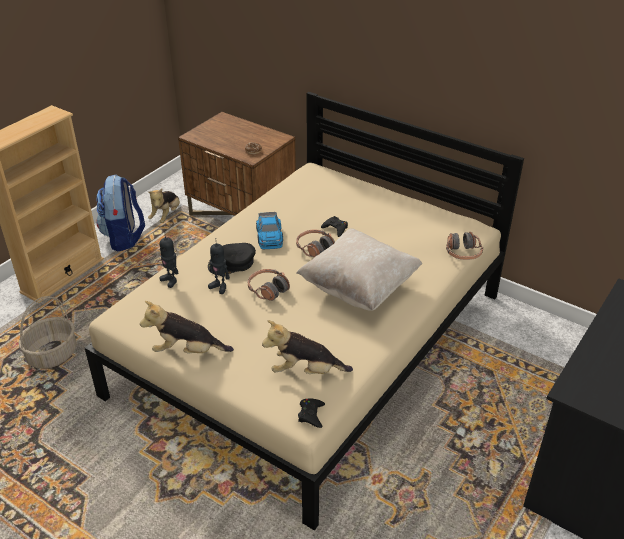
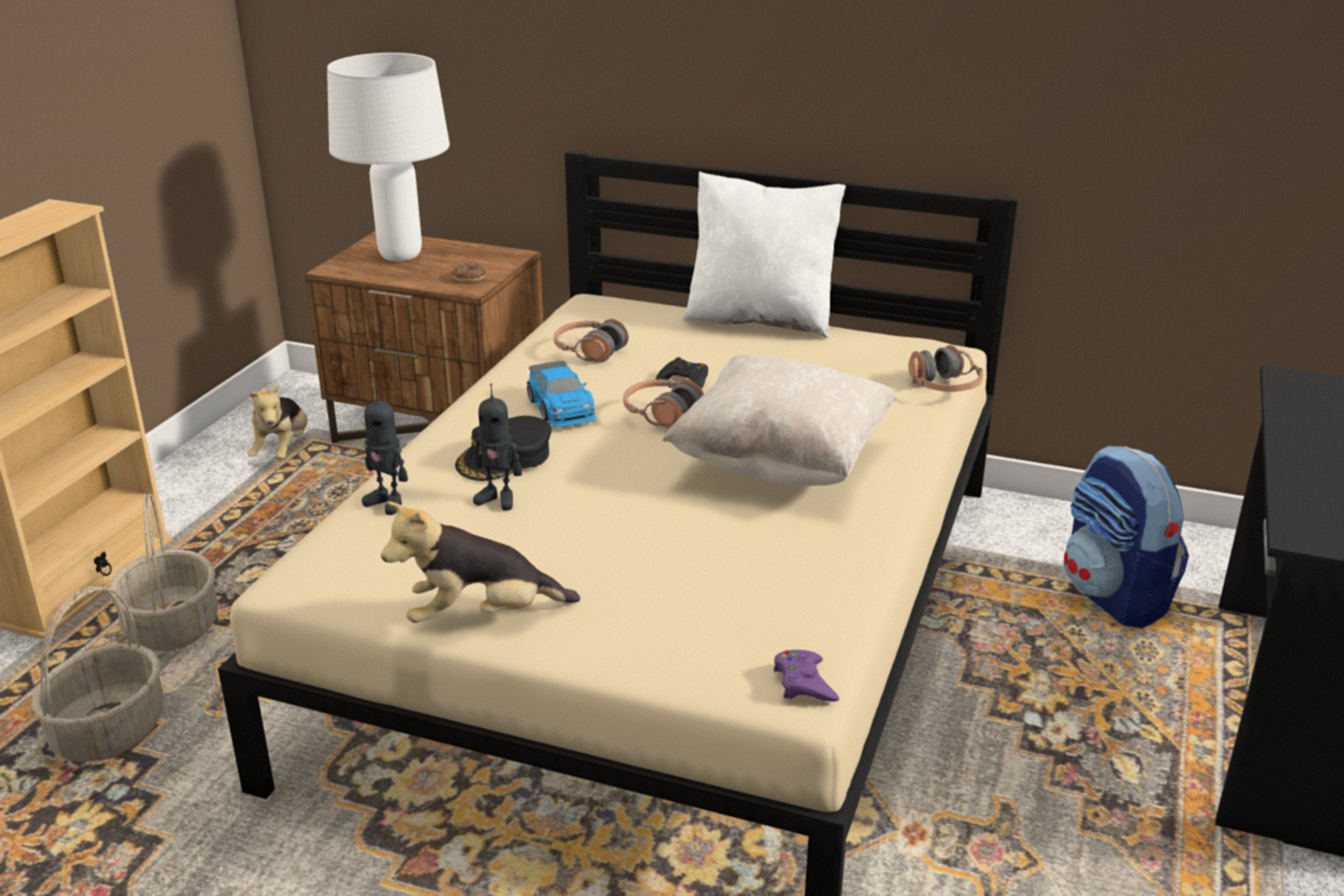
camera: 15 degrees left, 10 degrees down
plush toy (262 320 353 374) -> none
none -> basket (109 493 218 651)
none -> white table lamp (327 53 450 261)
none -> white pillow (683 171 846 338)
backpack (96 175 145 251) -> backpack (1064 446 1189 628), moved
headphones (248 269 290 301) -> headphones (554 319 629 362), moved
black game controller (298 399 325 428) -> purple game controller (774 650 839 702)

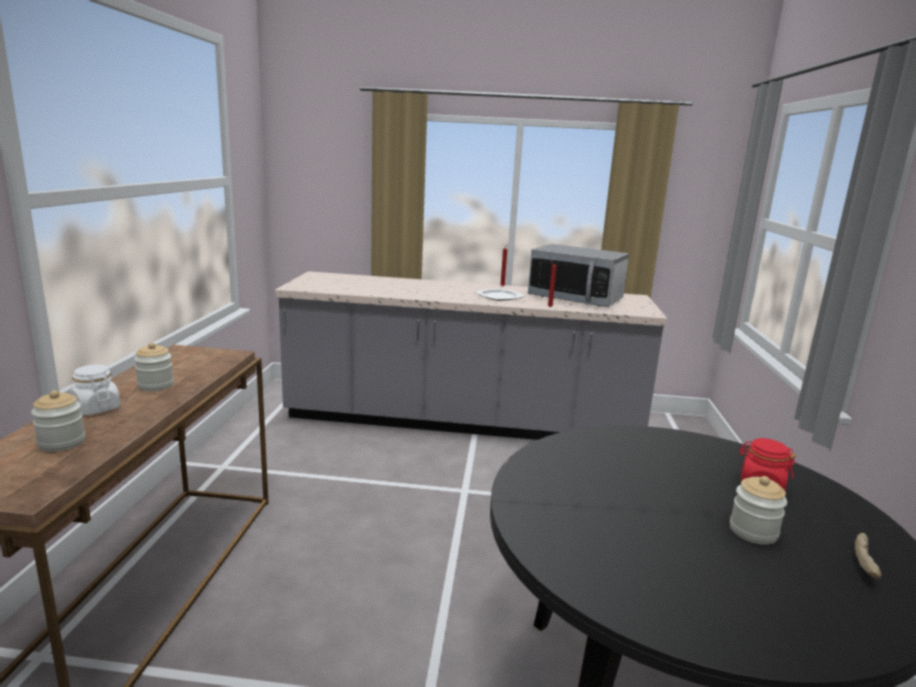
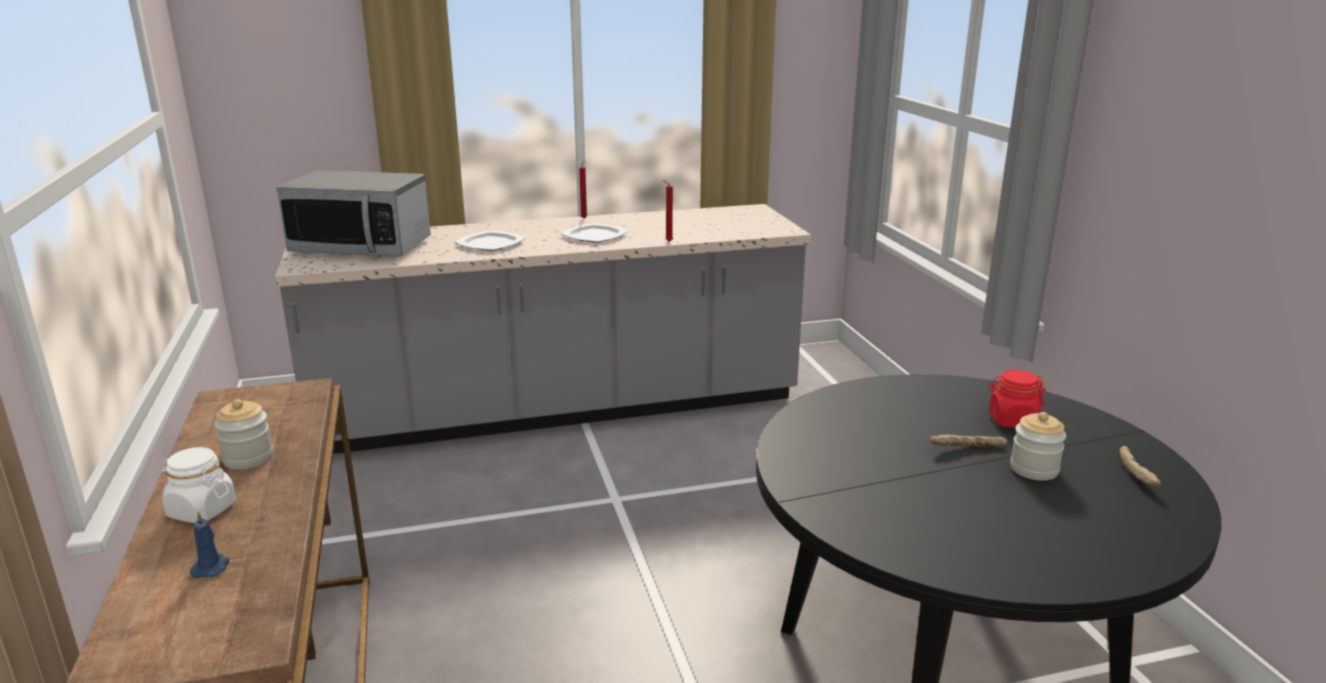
camera: 20 degrees left, 5 degrees up
none -> plate (455 231 525 251)
none -> bread (930 435 1008 447)
microwave (528 244 629 307) -> microwave (276 170 431 257), moved
jar (31 390 85 452) -> blue candle (190 511 229 578)

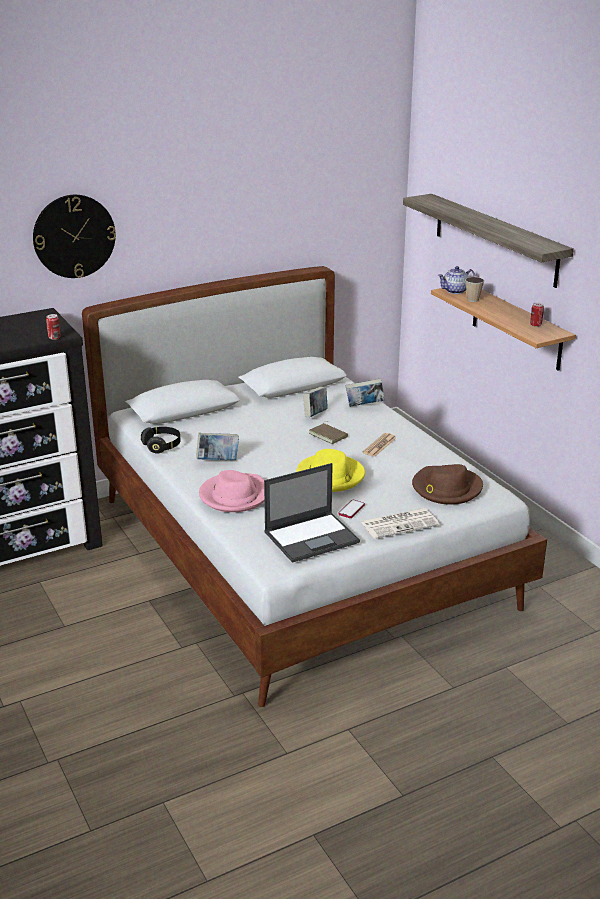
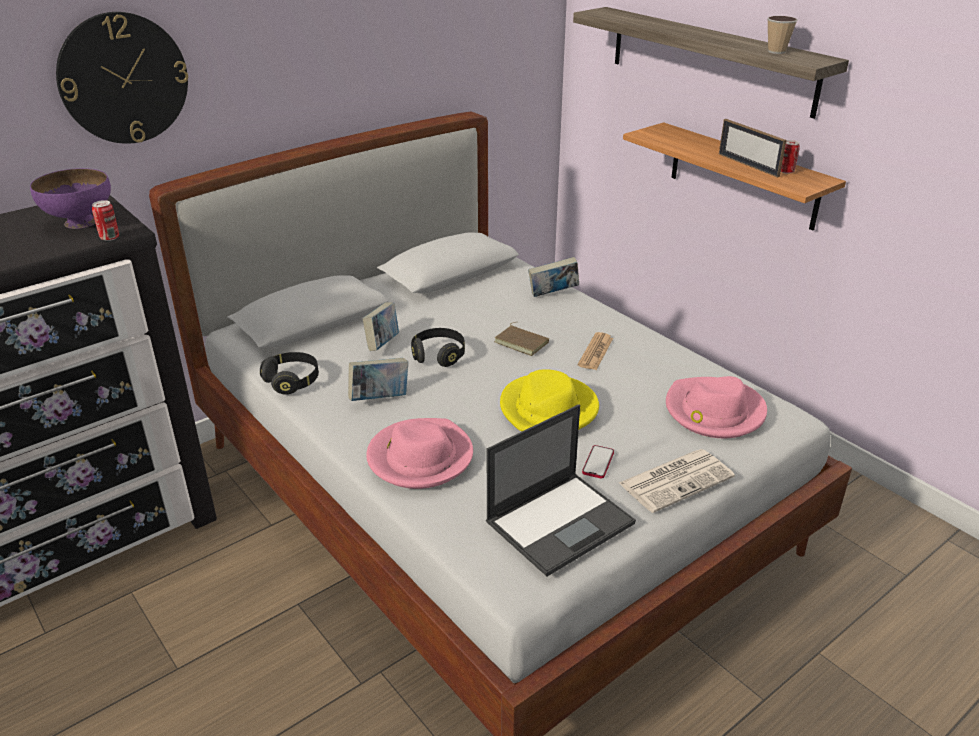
camera: 10 degrees left, 5 degrees up
teapot (438 266 475 294) -> none
none -> purple bowl (30 168 111 229)
none -> black headphones (411 328 465 367)
none -> picture frame (719 119 787 178)
book (303 387 328 417) -> book (363 302 399 351), moved
cup (465 277 484 302) -> cup (767 16 797 54), moved
brown hat (412 464 483 505) -> pink hat (666 376 767 438)

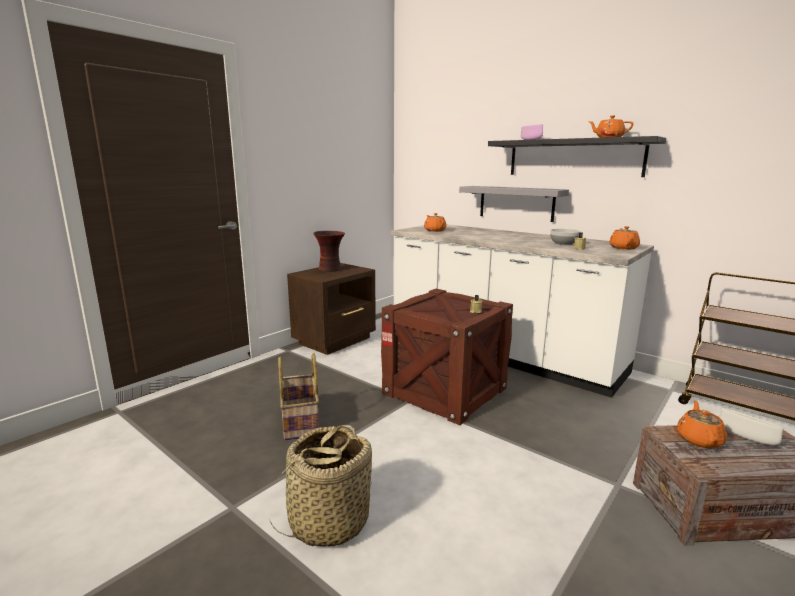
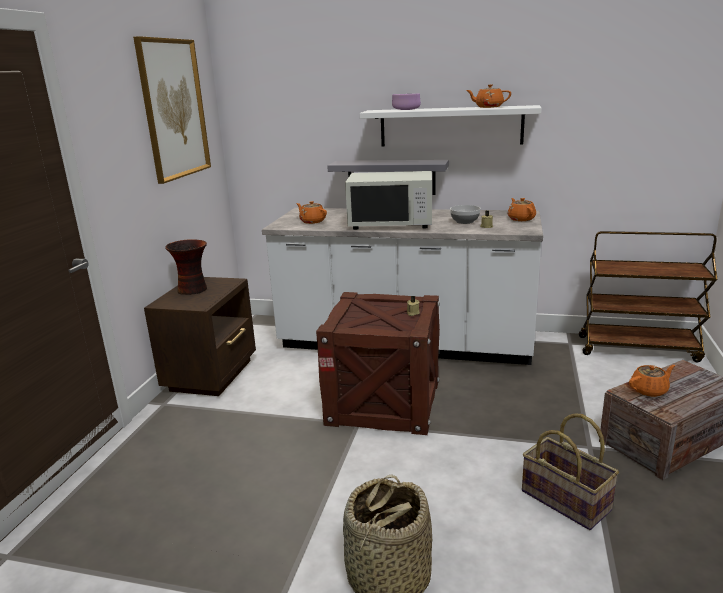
camera: 25 degrees left, 5 degrees up
white bowl (719 408 783 445) -> none
none -> picture (133 36 211 184)
none -> white microwave (345 171 432 230)
basket (278 353 319 440) -> basket (522 413 619 530), moved
black shelf (488 136 666 177) -> white shelf (360 105 541 146)
orange teapot (677 401 727 449) -> orange teapot (629 365 675 397), 75 degrees clockwise

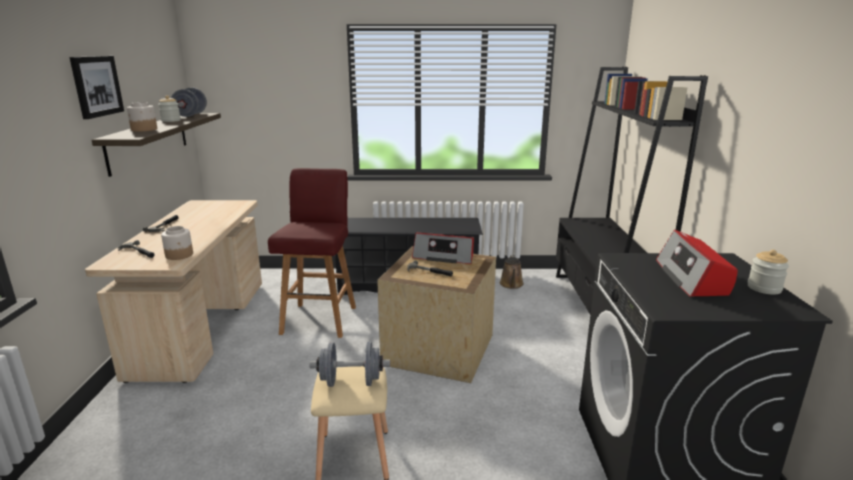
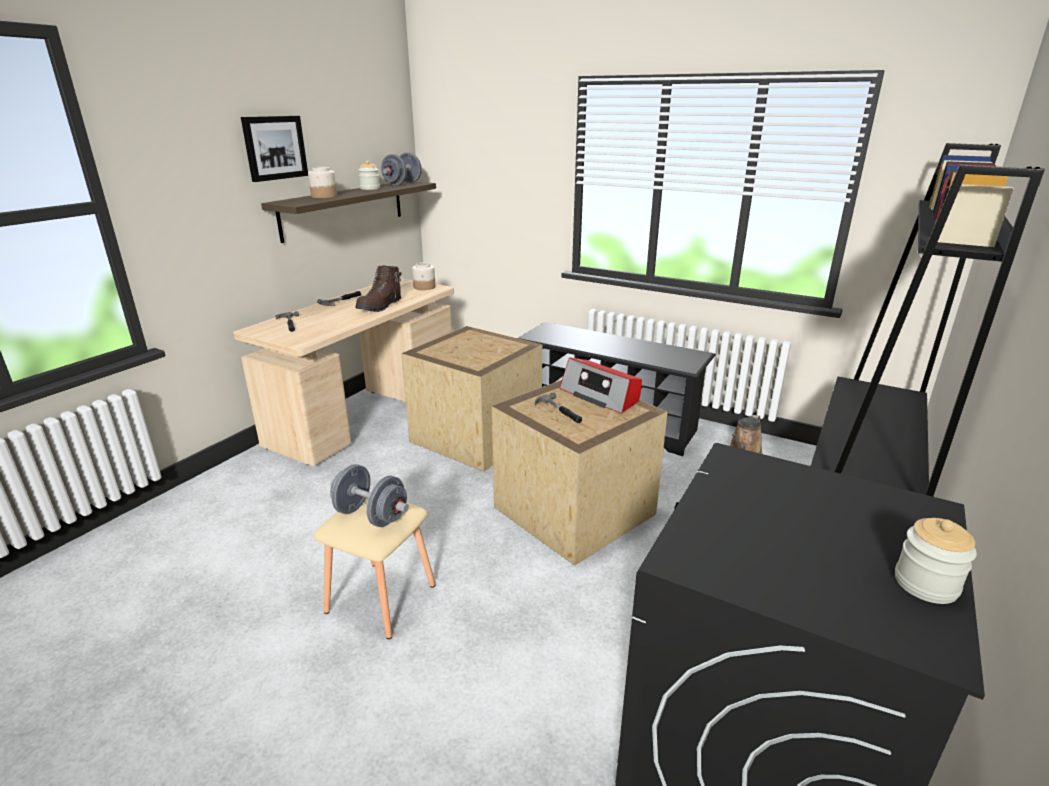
camera: 30 degrees right, 5 degrees up
radio (656 230 738 297) -> none
none -> brown boot (355 266 402 312)
jar (161 226 193 260) -> jar (412 262 436 290), moved
red stool (268 168 356 338) -> crate (401 326 542 471)

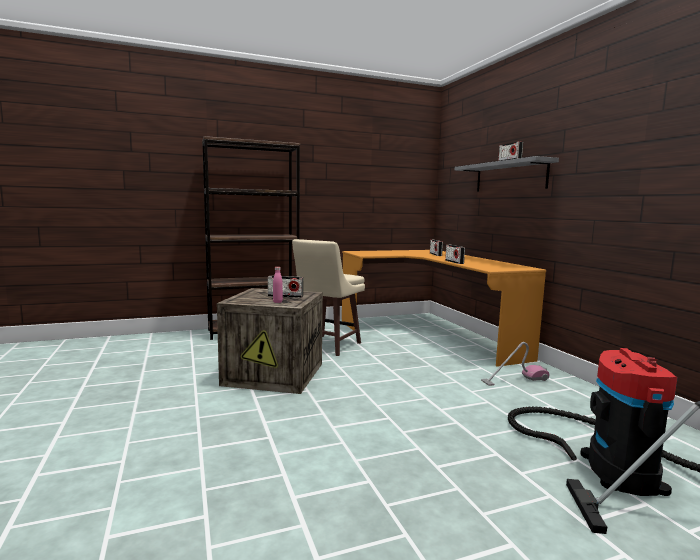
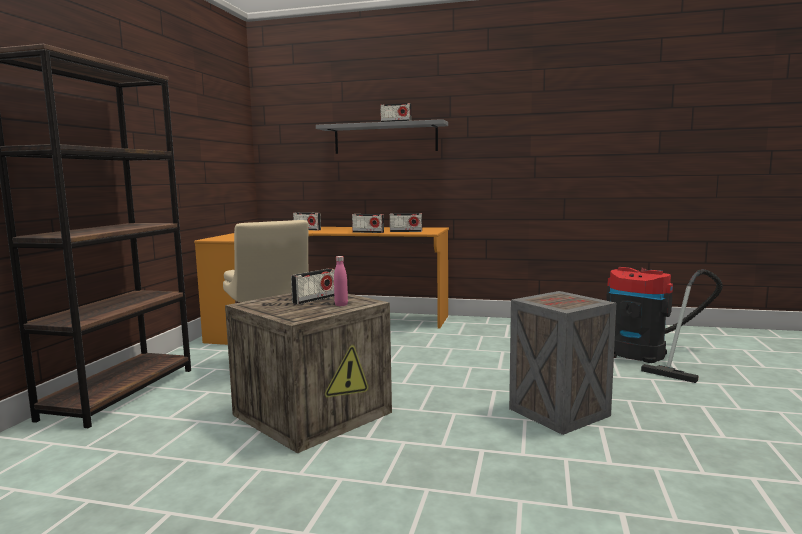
camera: 55 degrees left, 0 degrees up
vacuum cleaner (481 342 550 386) -> none
none -> radio (390 213 422 232)
none -> crate (509 291 616 435)

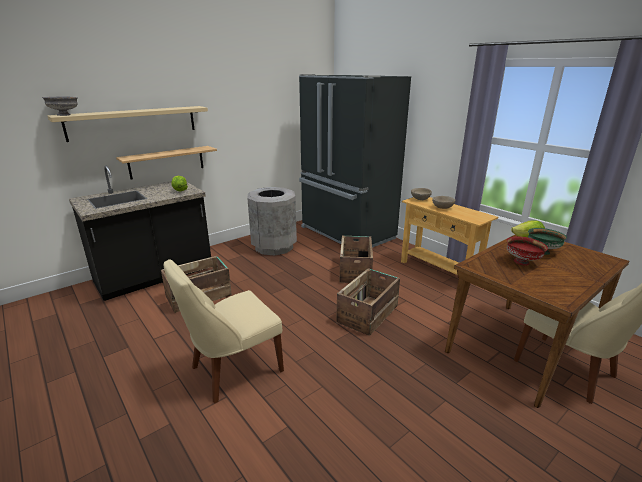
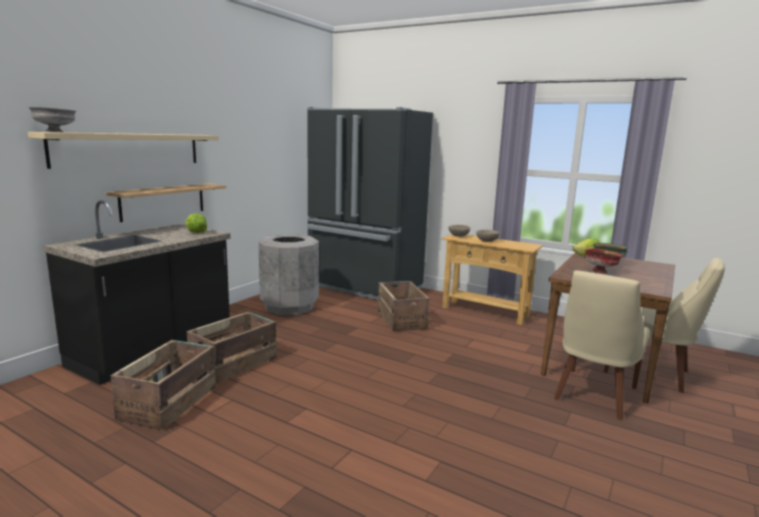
camera: 20 degrees left, 10 degrees down
beige chair (164 259 284 404) -> beige chair (554 270 650 420), moved
crate (336 268 400 336) -> crate (110 340 216 430), moved

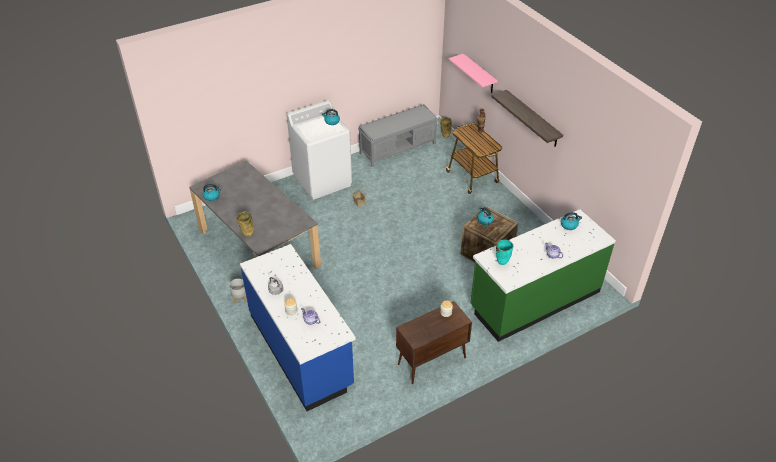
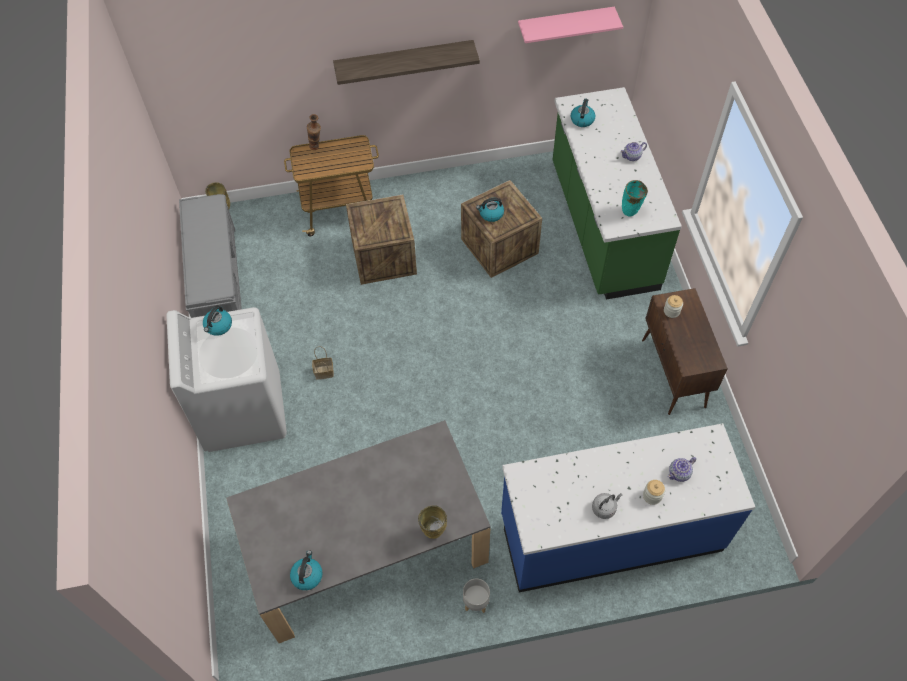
camera: 70 degrees left, 15 degrees up
none -> crate (346 195 417 285)
pink shelf (449 54 498 93) -> pink shelf (518 7 623 43), moved

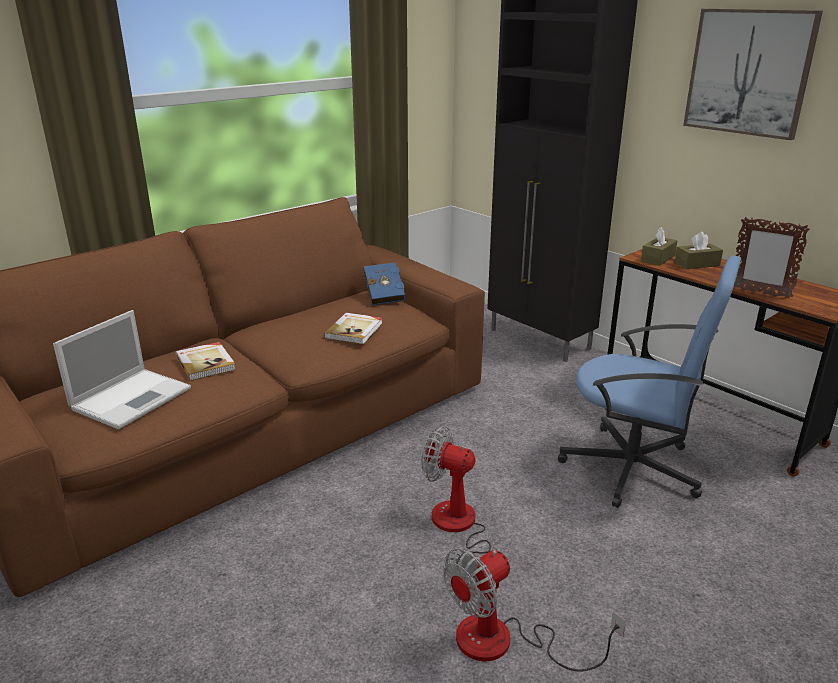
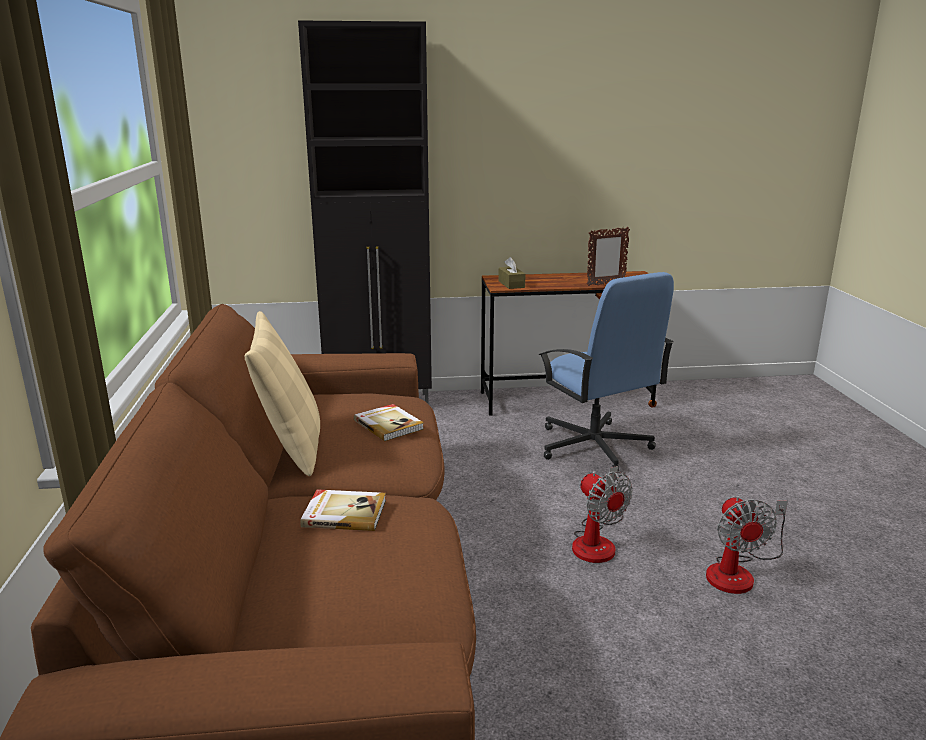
camera: 55 degrees left, 5 degrees down
laptop (53 310 191 429) -> none
blue book (364 262 406 305) -> none
brown tissue box (675 232 723 269) -> none
picture (683 9 823 140) -> none
none -> beige pillow (245 311 320 476)
fan (421 426 493 570) -> fan (572 466 633 563), 90 degrees counterclockwise
blue office chair (558 256 741 508) -> blue office chair (539 272 674 472), 90 degrees clockwise

